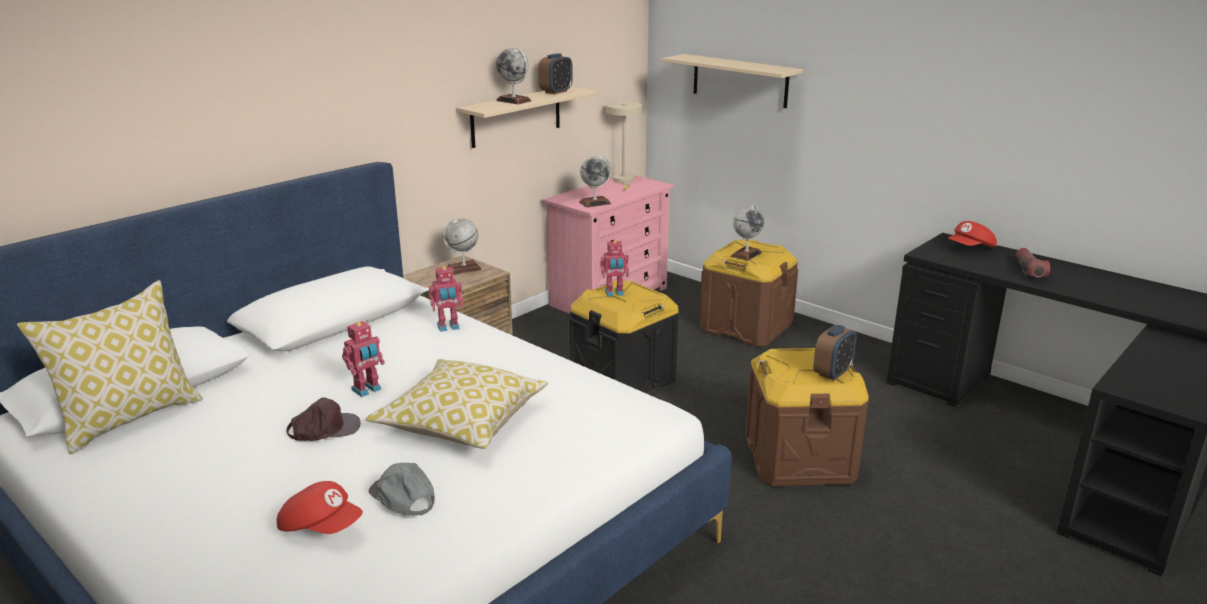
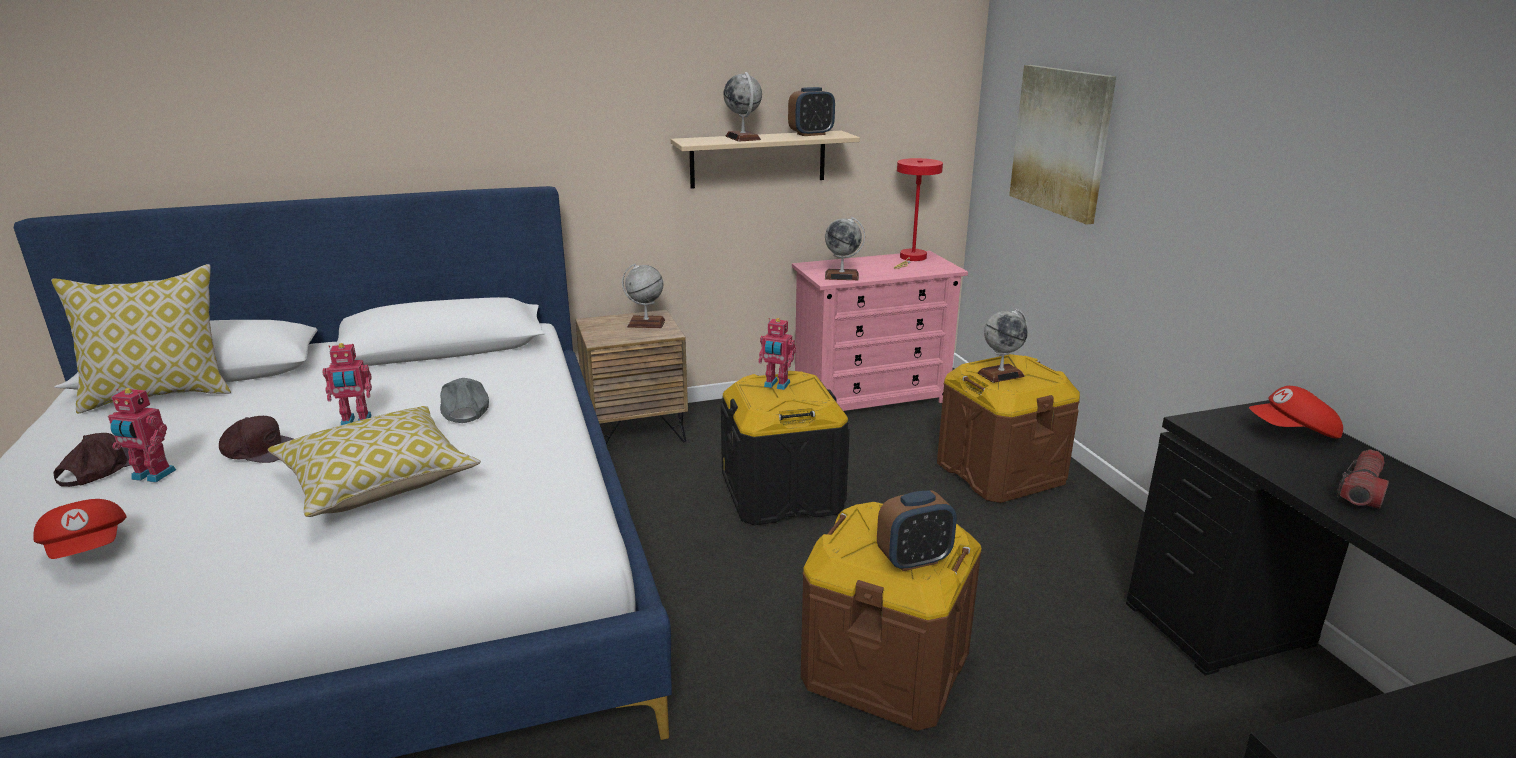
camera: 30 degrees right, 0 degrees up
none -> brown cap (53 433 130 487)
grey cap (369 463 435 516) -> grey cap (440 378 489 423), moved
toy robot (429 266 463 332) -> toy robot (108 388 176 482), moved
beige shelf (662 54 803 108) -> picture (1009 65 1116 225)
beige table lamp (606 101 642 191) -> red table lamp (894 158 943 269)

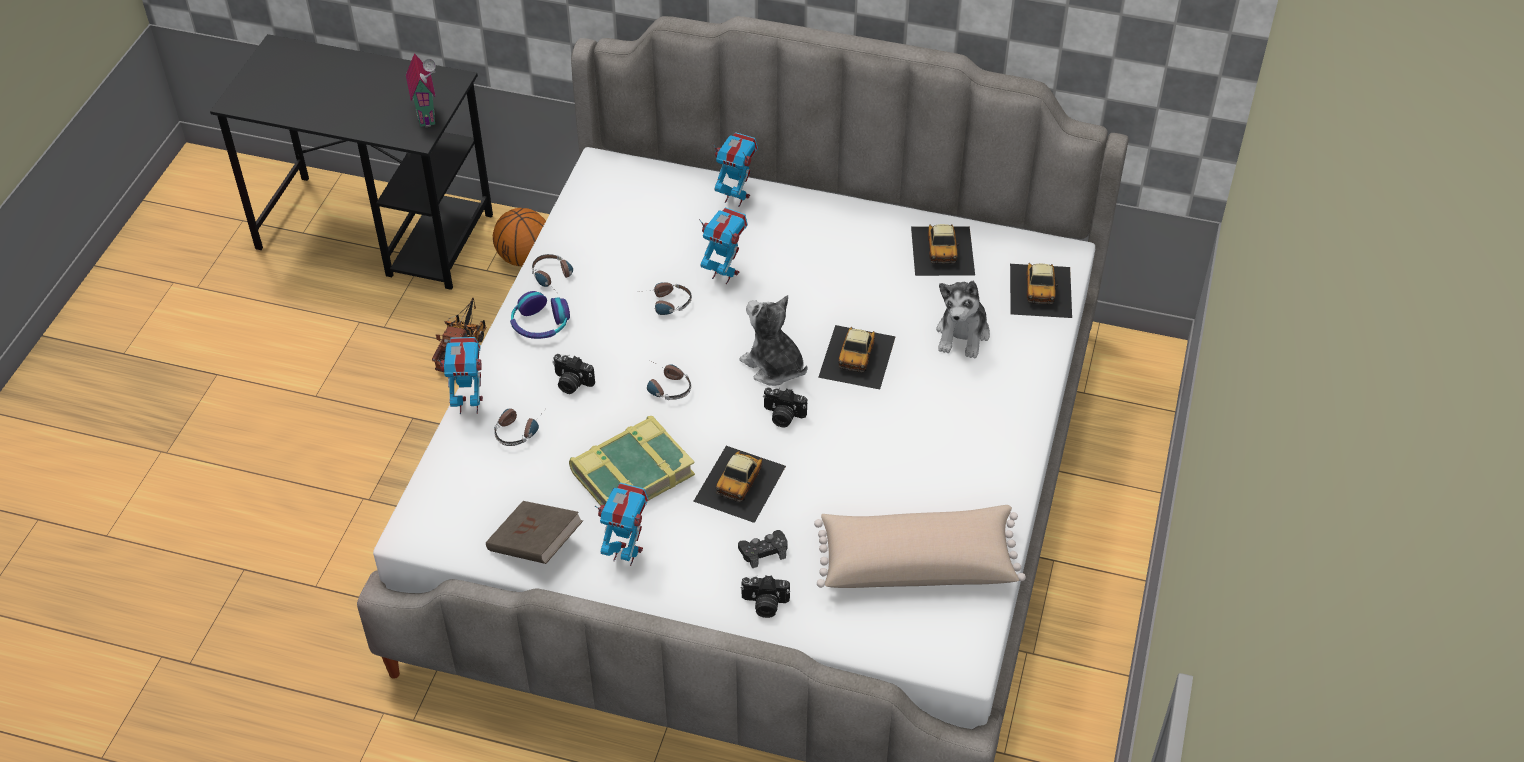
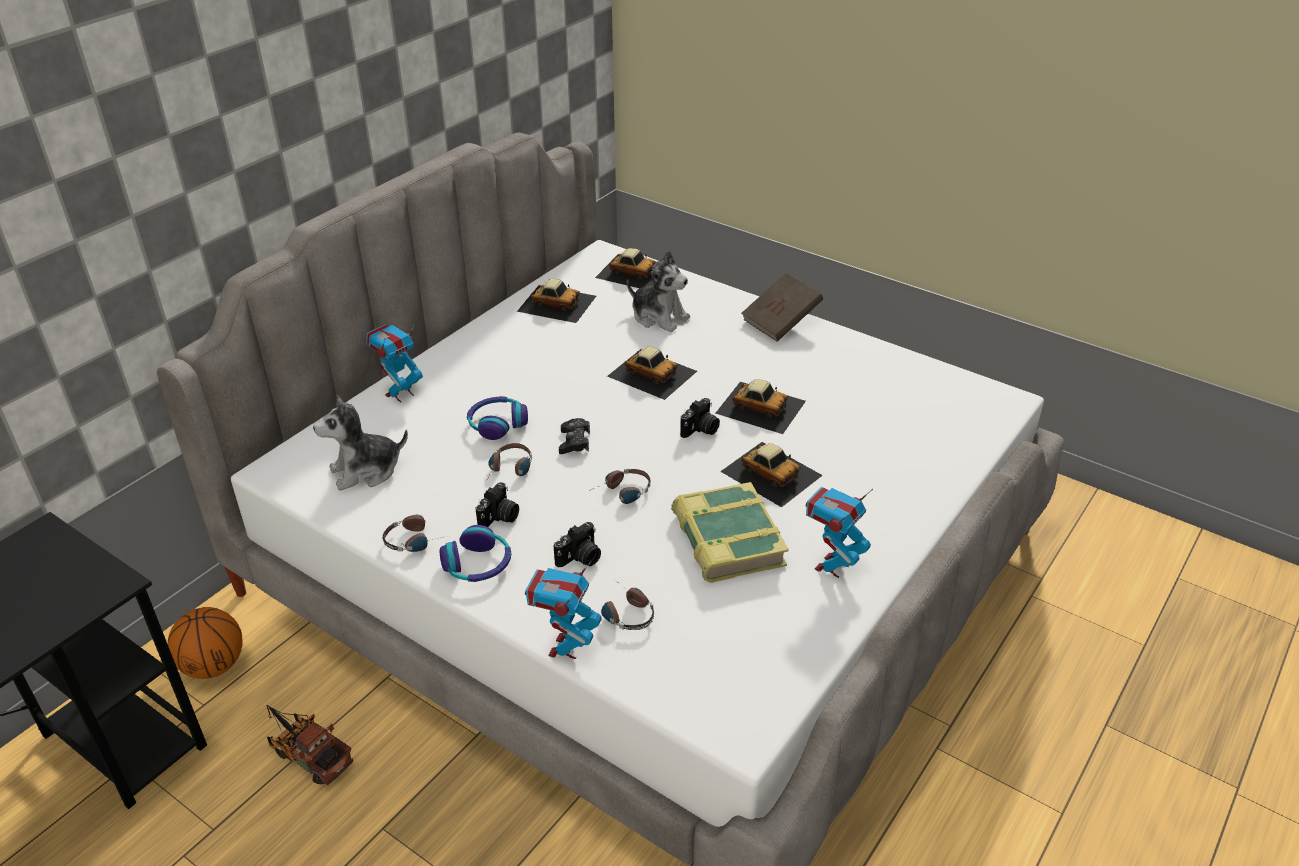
camera: 70 degrees left, 10 degrees down
toy house (406 53 436 127) -> none
beige pillow (814 505 1026 588) -> none
none -> toy car (715 379 806 434)
brown book (486 501 583 564) -> brown book (741 273 823 342), moved
black game controller (738 530 788 568) -> black game controller (559 418 590 454), moved
plush toy (740 295 807 386) -> plush toy (313 395 408 491), moved
photo camera (740 575 790 618) -> photo camera (475 482 519 527), moved
toy robot (699 207 748 284) -> headphones (467 396 528 440)

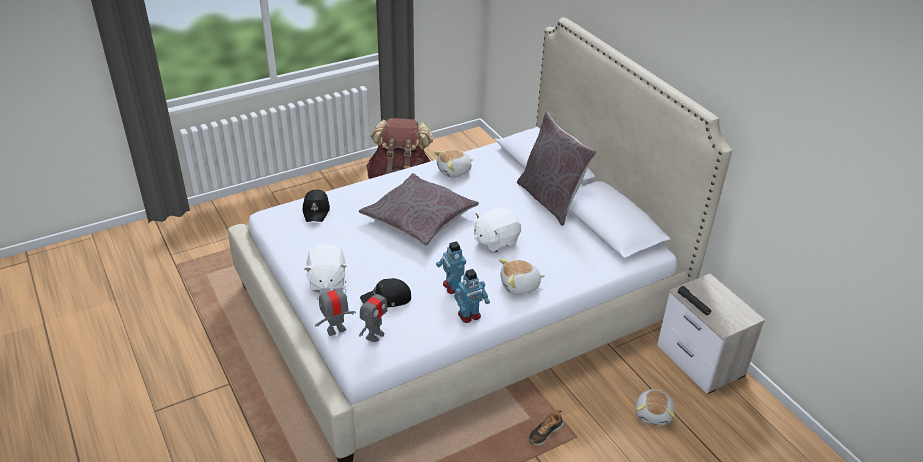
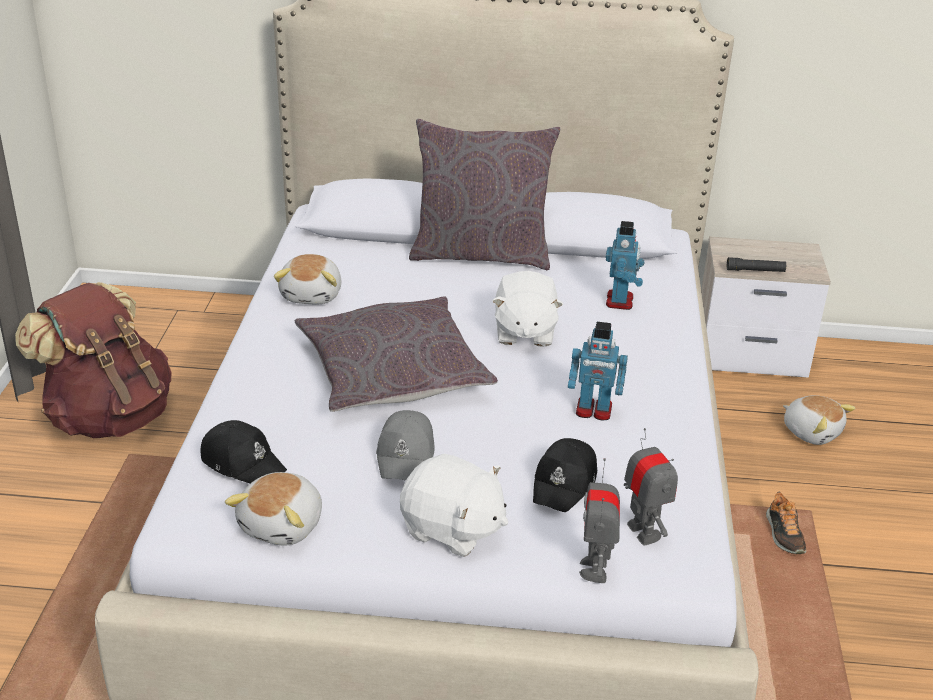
camera: 55 degrees left, 5 degrees down
none -> grey cap (376 410 435 481)
toy robot (455 269 490 323) -> toy robot (606 221 644 310), moved
plush toy (499 259 545 295) -> plush toy (225 472 322 546), moved

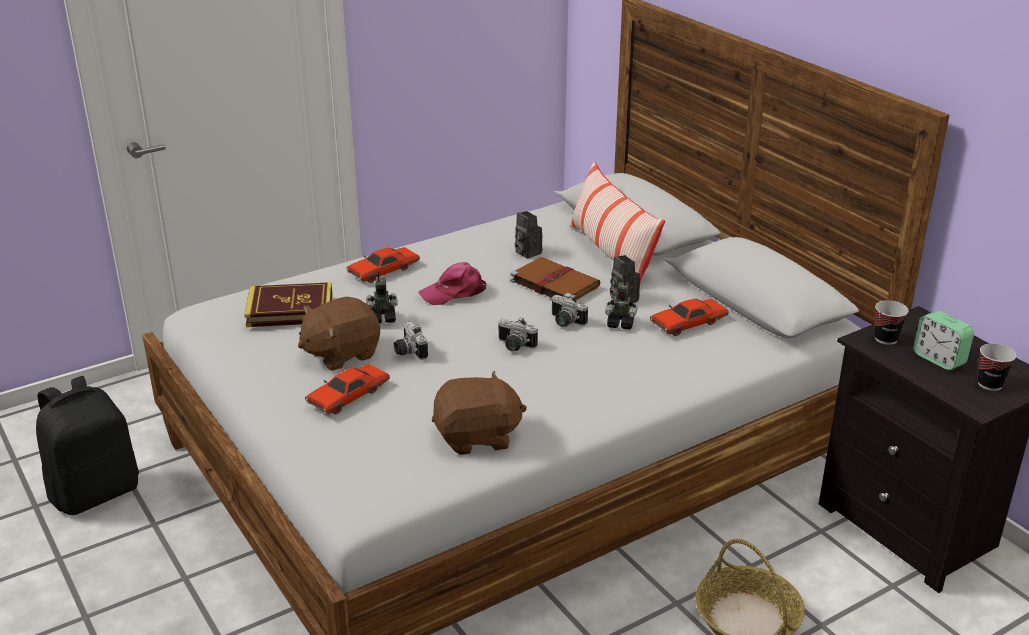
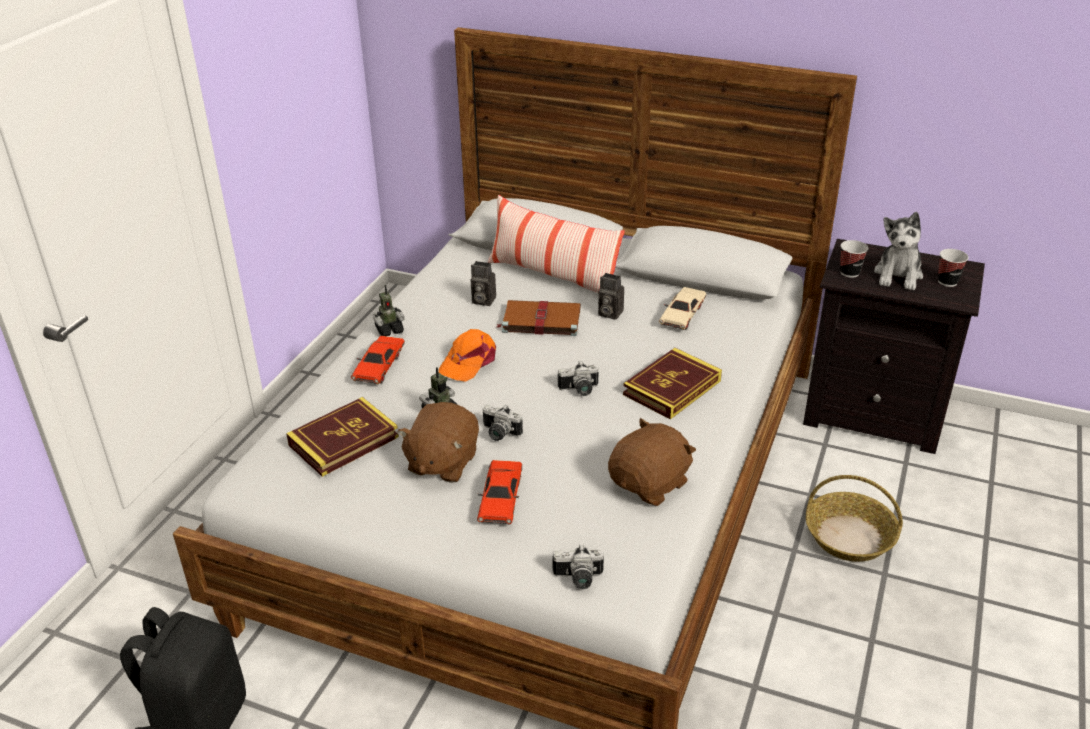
camera: 35 degrees left, 5 degrees up
none -> book (623 348 722 419)
photo camera (551 294 588 327) -> photo camera (552 544 604 589), moved
toy robot (605 274 637 329) -> toy robot (373 285 405 336), moved
alarm clock (913 311 974 370) -> plush toy (874 212 923 290)
pink cap (418 262 486 305) -> orange cap (439 329 496 382)
red toy car (650 299 729 336) -> beige toy car (659 287 706 330)

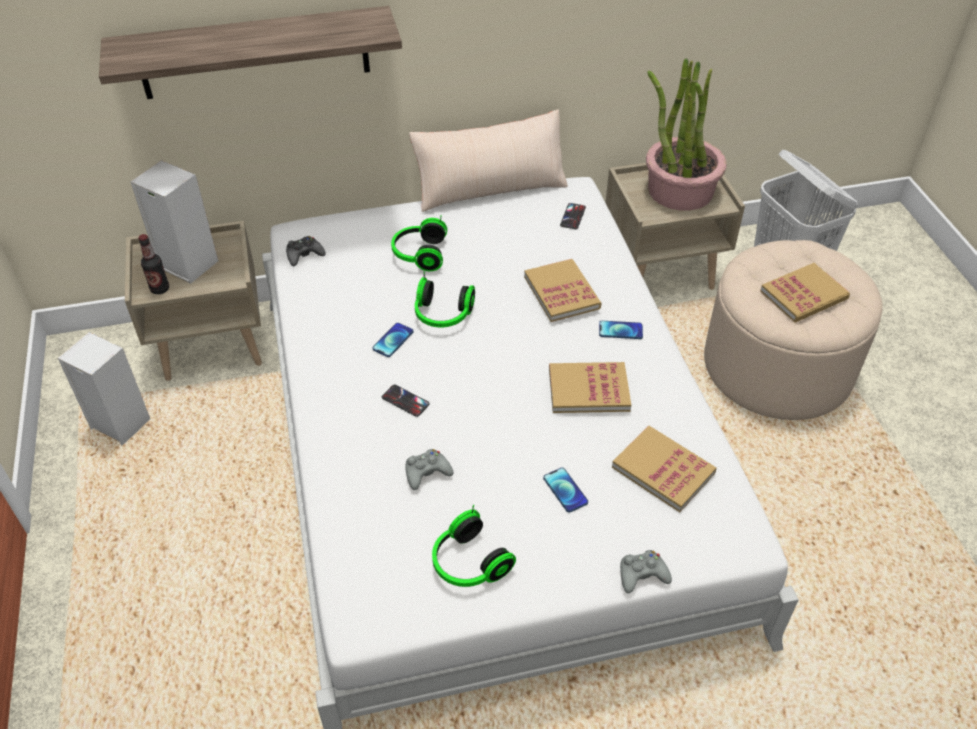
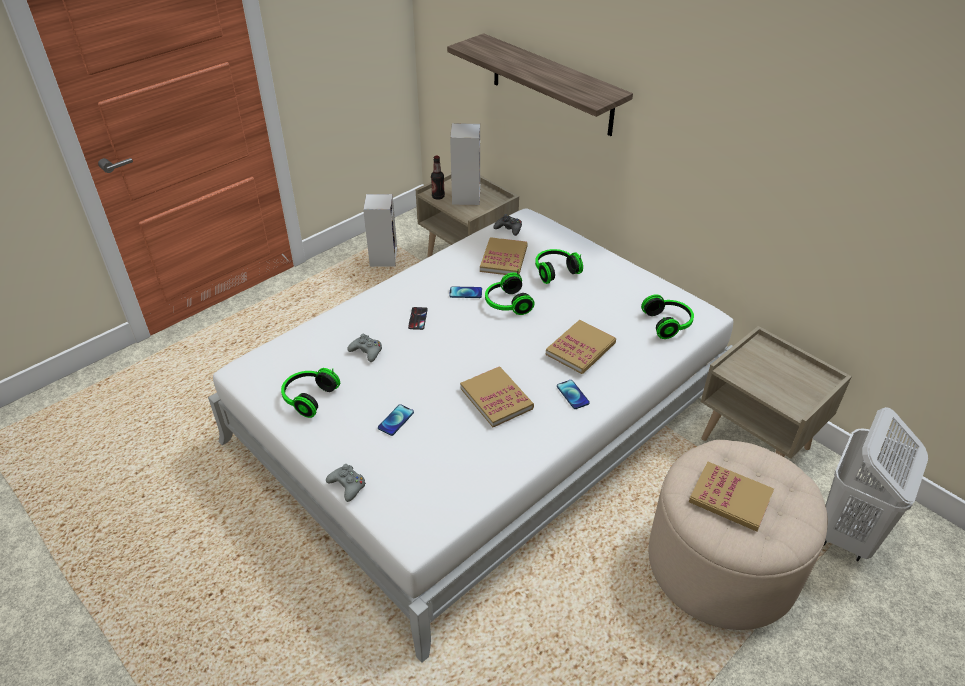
camera: 60 degrees right, 5 degrees down
beige pillow (409 109 568 212) -> none
potted plant (646 58 727 211) -> none
book (612 425 717 512) -> book (480 237 528 275), moved
phone (560 203 586 229) -> headphones (641 294 694 339)

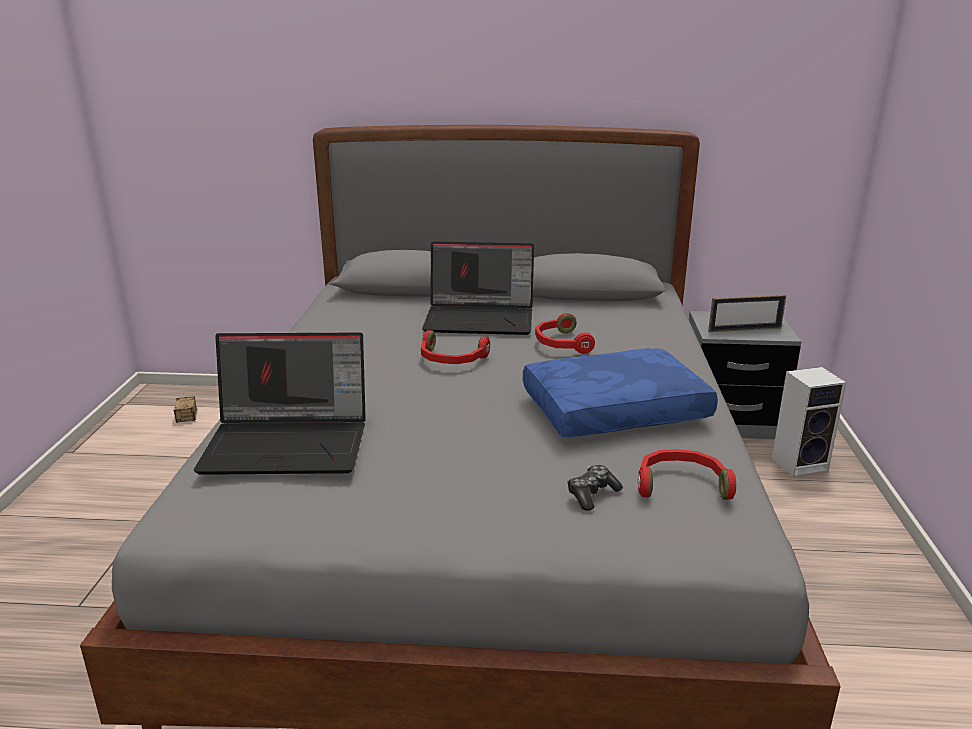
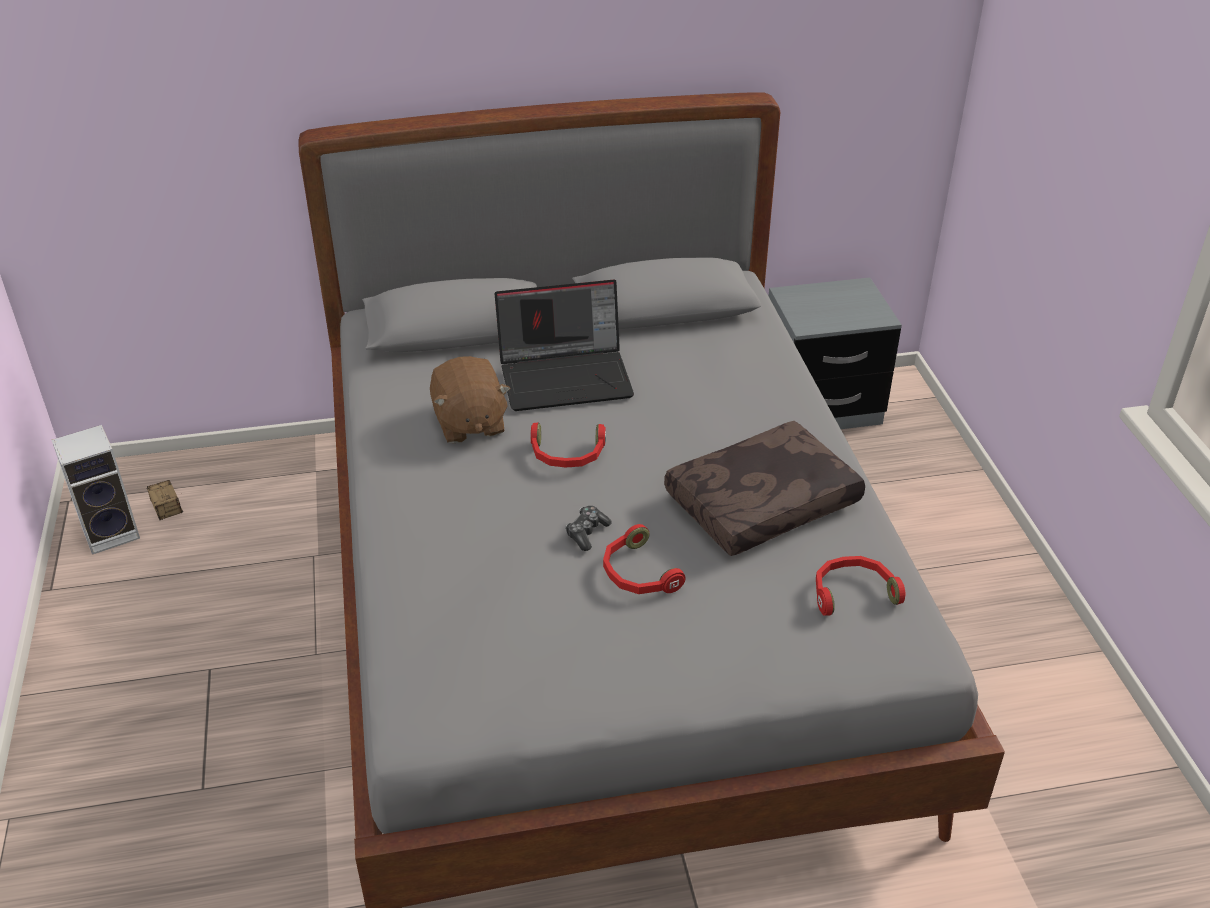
camera: 15 degrees left, 15 degrees up
laptop (194 332 366 475) -> none
picture frame (708 294 786 332) -> none
none -> brown plush toy (430 356 510 443)
red headphones (535 313 595 354) -> red headphones (603 524 686 594), moved
game controller (567 465 623 511) -> game controller (565 506 612 551), moved
speaker (772 367 847 477) -> speaker (52 425 140 555), moved
blue pillow (523 348 718 437) -> brown pillow (664 421 865 556)

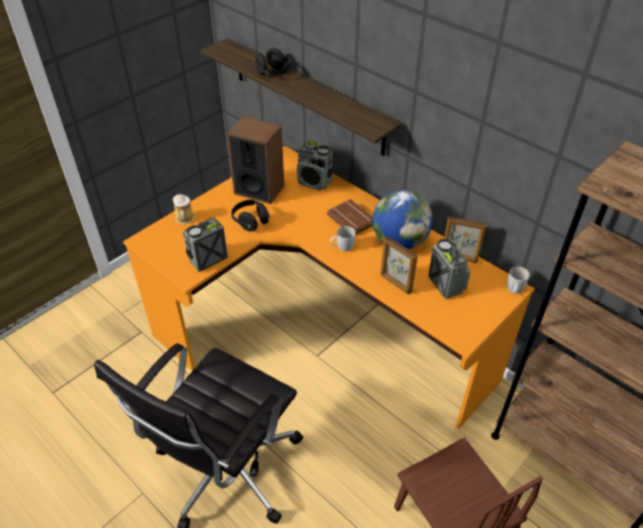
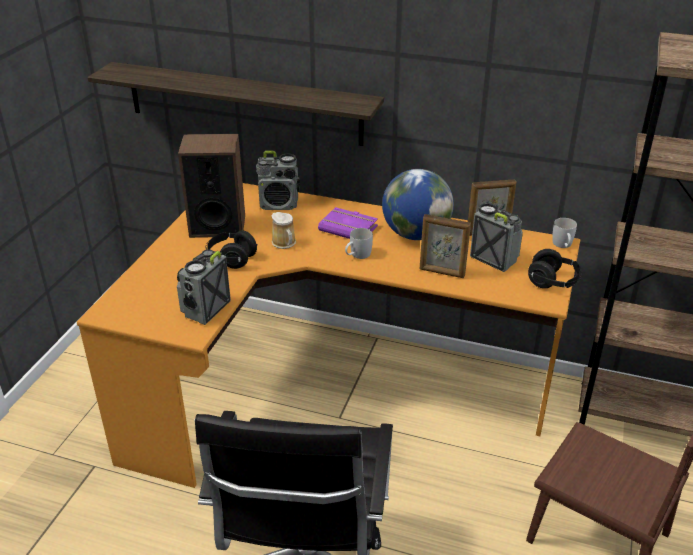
camera: 25 degrees left, 10 degrees down
mug (173 194 195 224) -> mug (271 212 296 249), moved
black headphones (254 48 292 76) -> black headphones (528 249 582 288), moved
brown book (327 199 373 235) -> purple book (318 207 378 239)

